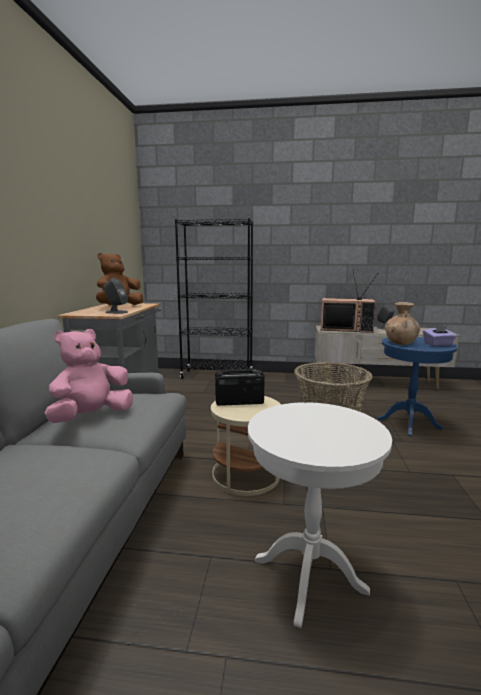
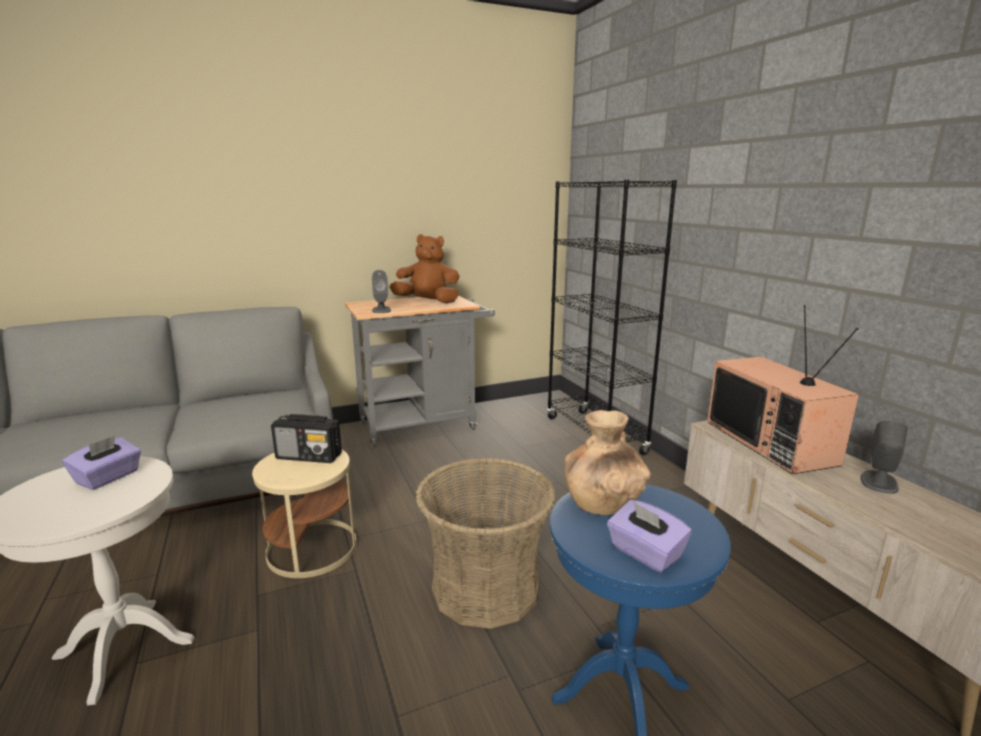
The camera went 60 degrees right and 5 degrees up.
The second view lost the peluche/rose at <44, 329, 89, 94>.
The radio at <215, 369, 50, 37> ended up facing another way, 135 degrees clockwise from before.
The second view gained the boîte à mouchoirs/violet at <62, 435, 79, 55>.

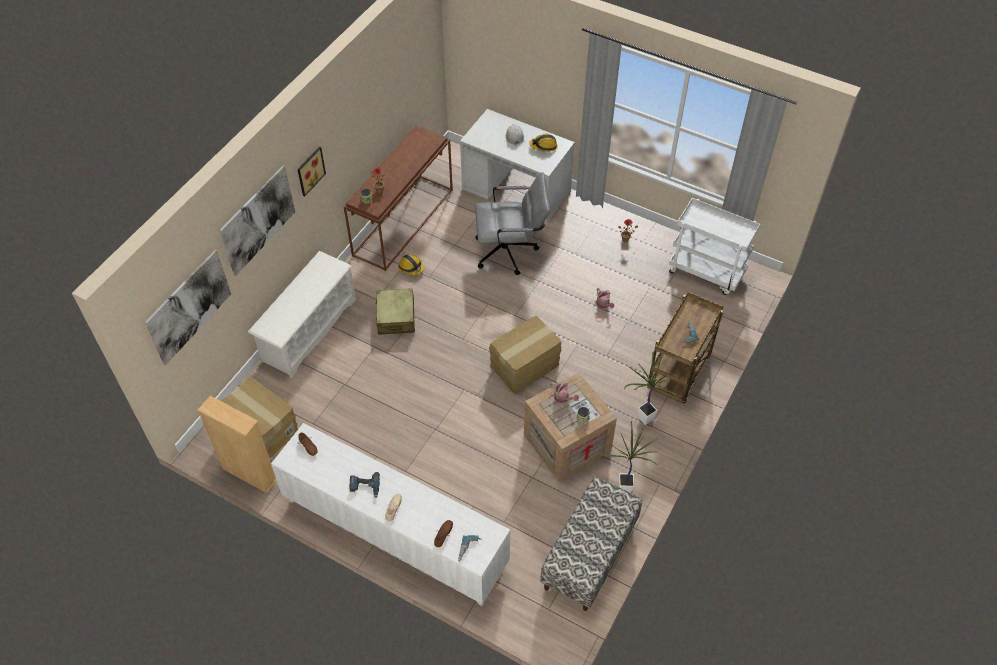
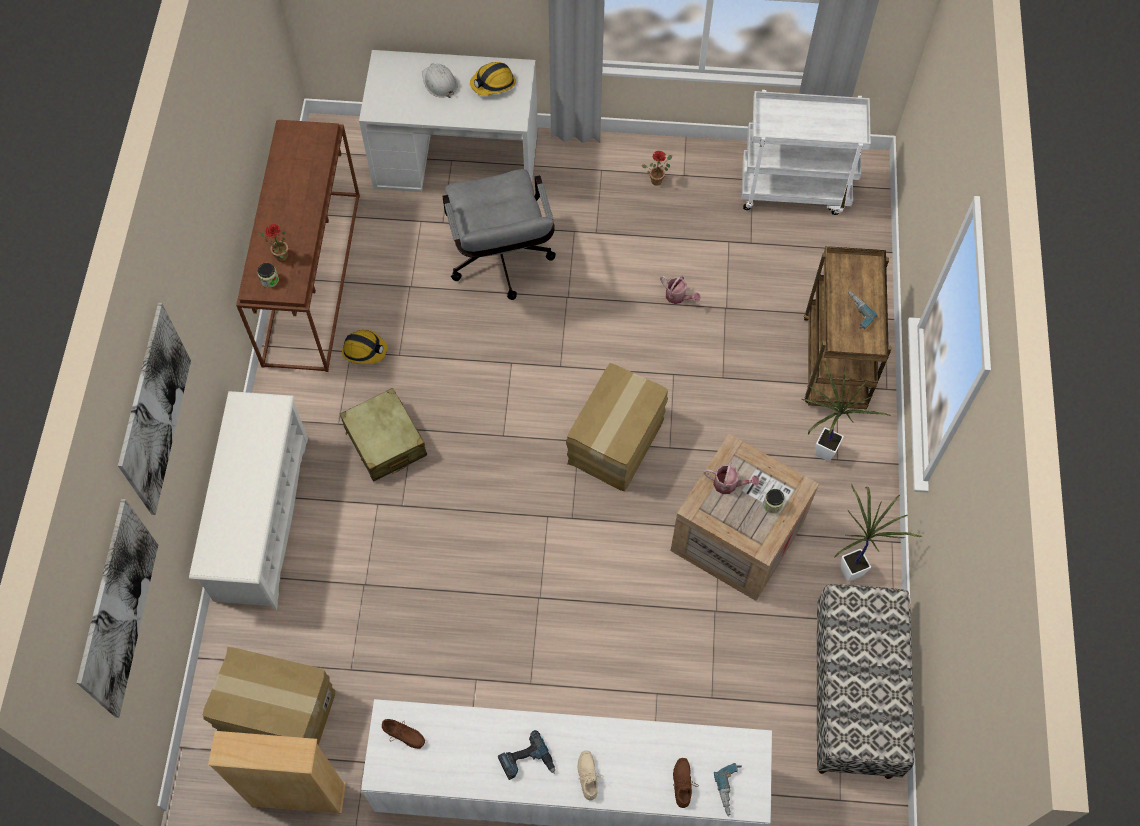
The camera went 25 degrees left and 10 degrees up.
The second view lost the tableau at <297, 147, 29, 49>.
The chaise de bureau/gris at <475, 172, 75, 103> ended up facing another way, 105 degrees clockwise from before.

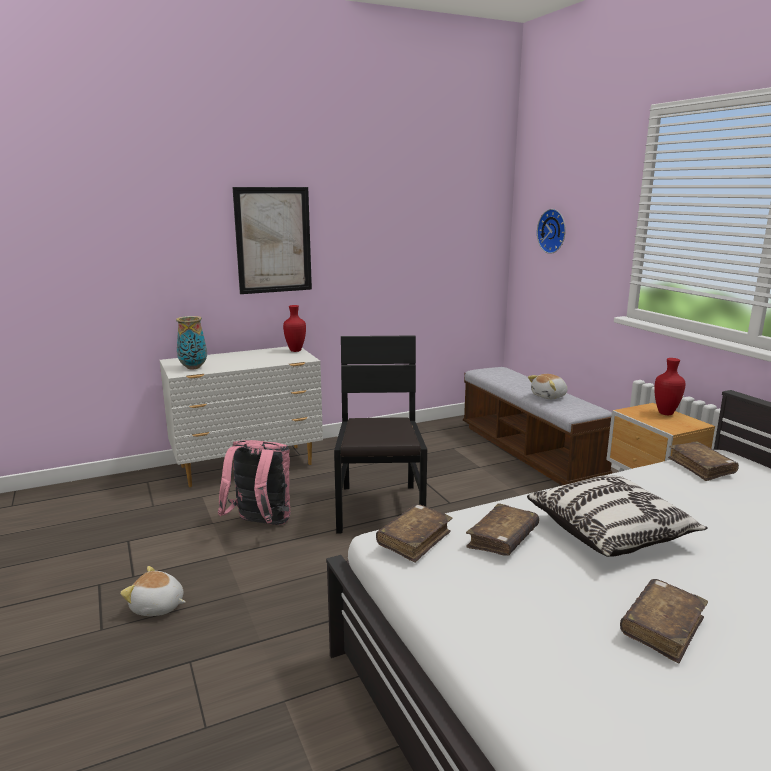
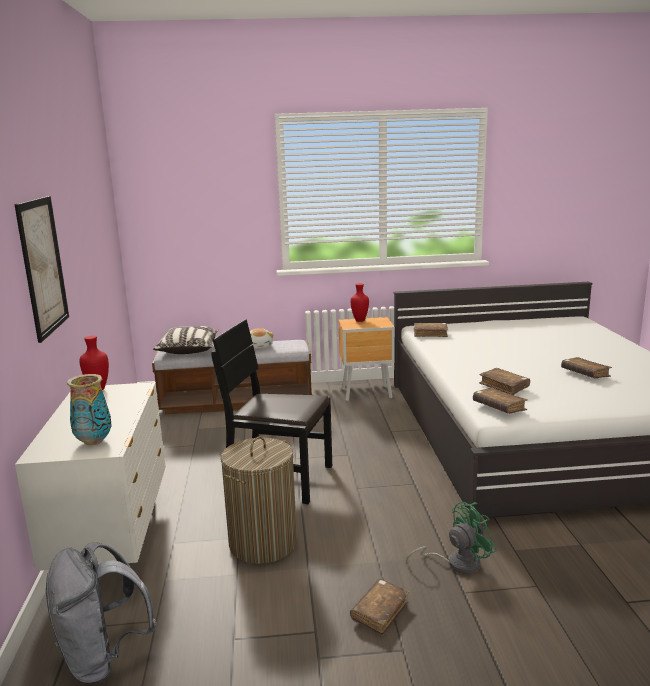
The camera went 70 degrees left and 0 degrees up.
The second view lost the horloge murale at <537, 209, 29, 45>.
Where the sac à dos/rose stood at <218, 440, 73, 85>, the panier à linge came to stand at <221, 436, 76, 128>.
The coussin ended up elsewhere, having gone from <527, 475, 181, 82> to <153, 326, 66, 28>.
Where the peluche stood at <120, 566, 66, 50>, the livre/marron came to stand at <350, 579, 59, 57>.
The second view gained the ventilateur/vert at <406, 502, 91, 72>.
The second view gained the sac à dos/gris at <45, 542, 112, 142>.

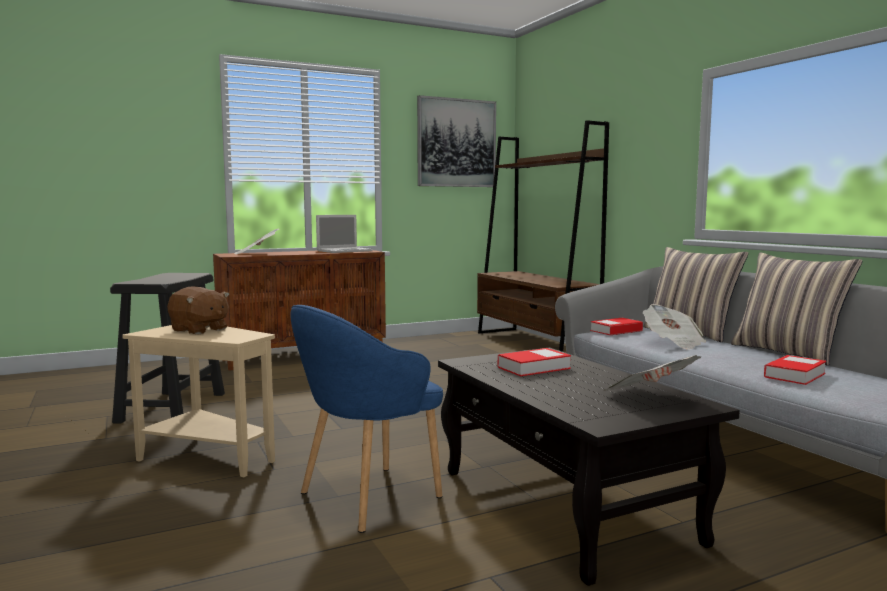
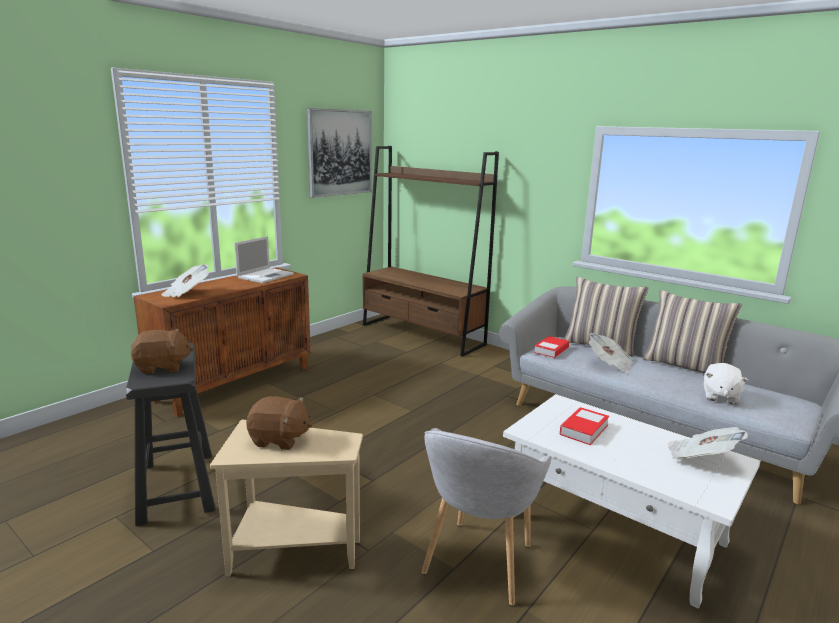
The camera went 25 degrees left and 10 degrees up.
What was the fauteuil/bleu at <290, 305, 153, 228> turned into the fauteuil/gris at <421, 428, 130, 179>.
What was the table basse/noir at <438, 348, 302, 238> turned into the table basse/blanc at <503, 394, 258, 214>.
Where the livre stood at <764, 355, 63, 30>, the peluche/blanc came to stand at <704, 363, 45, 42>.
The second view gained the peluche/marron at <131, 329, 63, 45>.

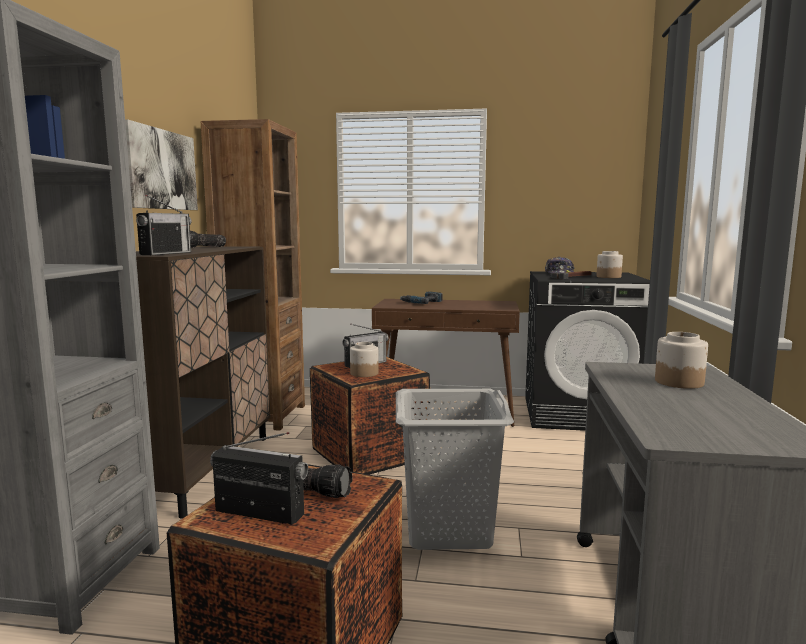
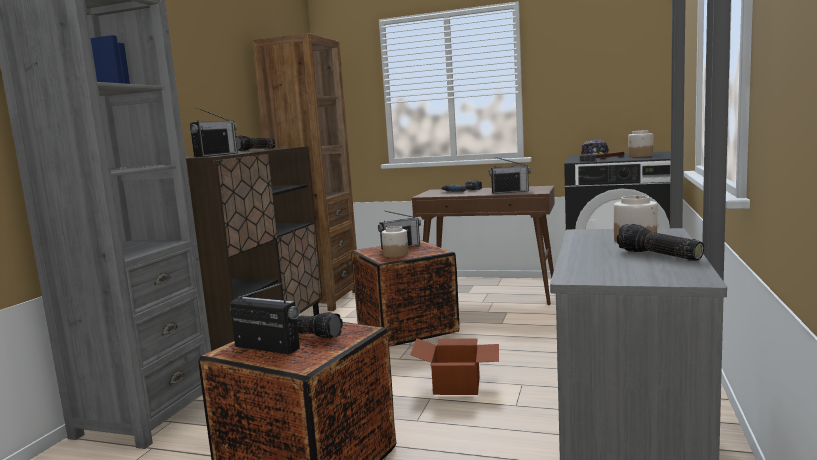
The camera went 10 degrees right and 0 degrees up.
The second view lost the tableau at <125, 119, 73, 91>.
Where the panier à linge/gris stood at <396, 389, 118, 161>, the carton came to stand at <410, 338, 89, 57>.
The second view gained the radio at <489, 157, 42, 37>.
The second view gained the lampe de poche at <616, 224, 88, 37>.

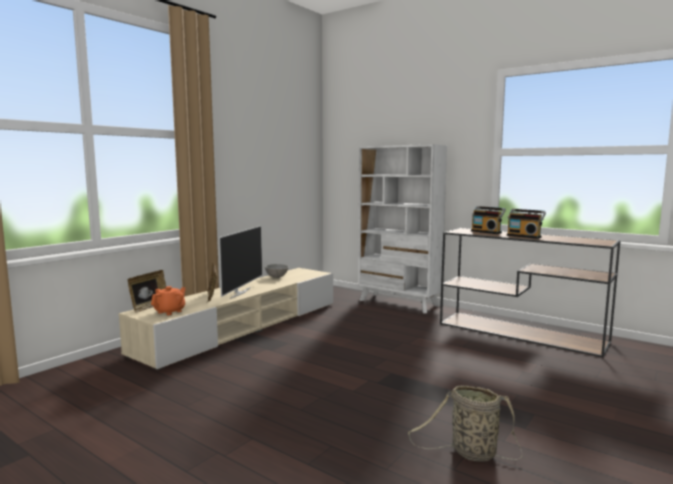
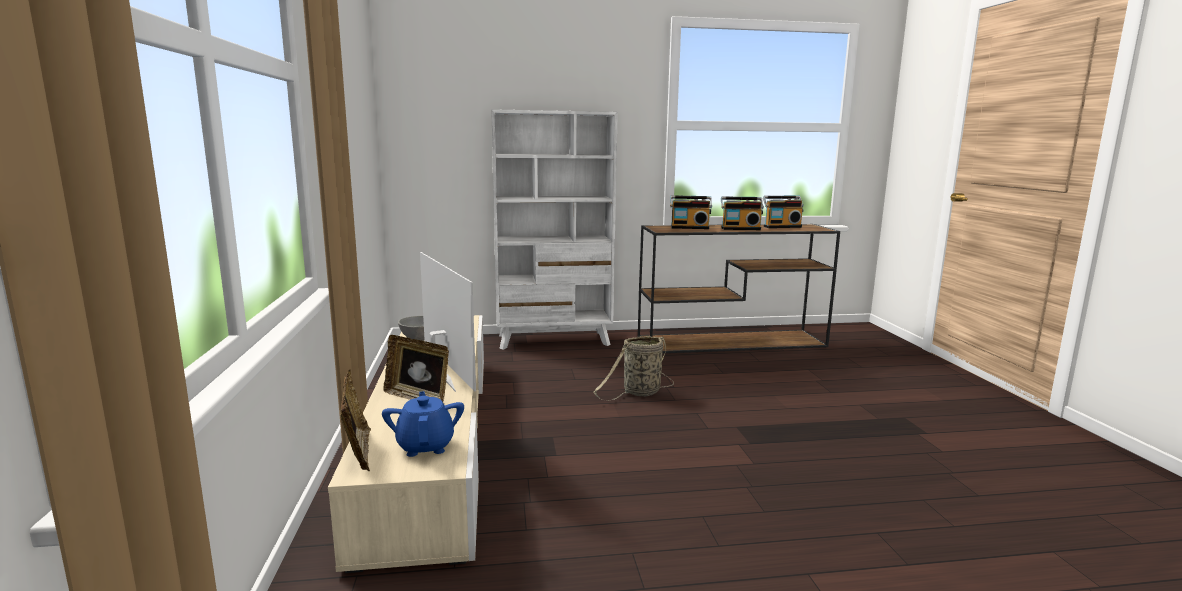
The camera went 45 degrees left and 5 degrees up.
What was the théière/orange at <151, 286, 35, 29> turned into the théière/bleu at <382, 391, 82, 66>.
The panier ended up elsewhere, having gone from <408, 385, 114, 77> to <593, 336, 81, 65>.
The second view gained the radio at <763, 196, 41, 32>.

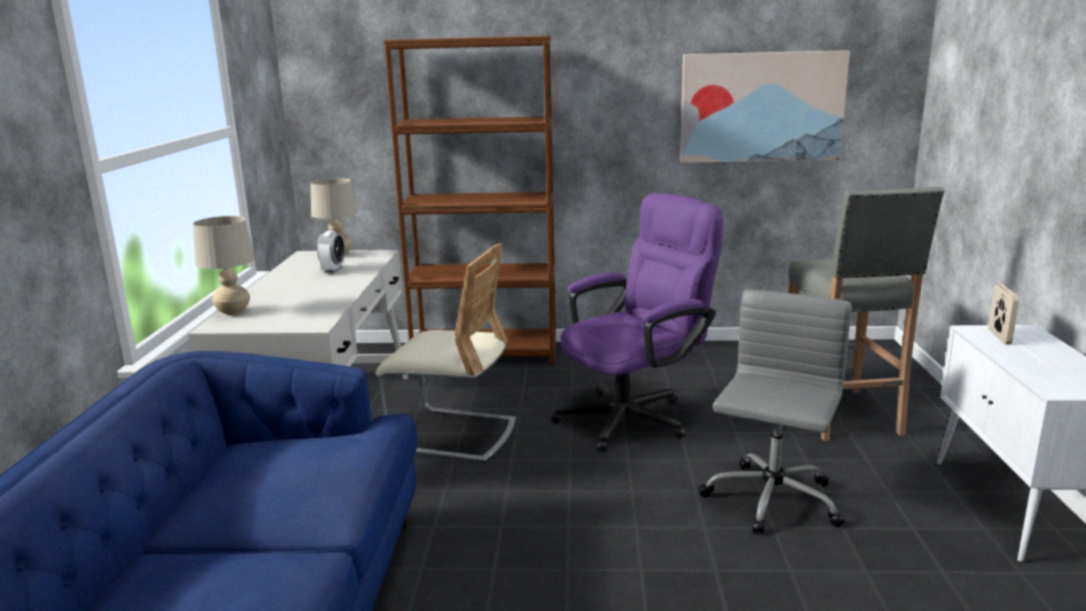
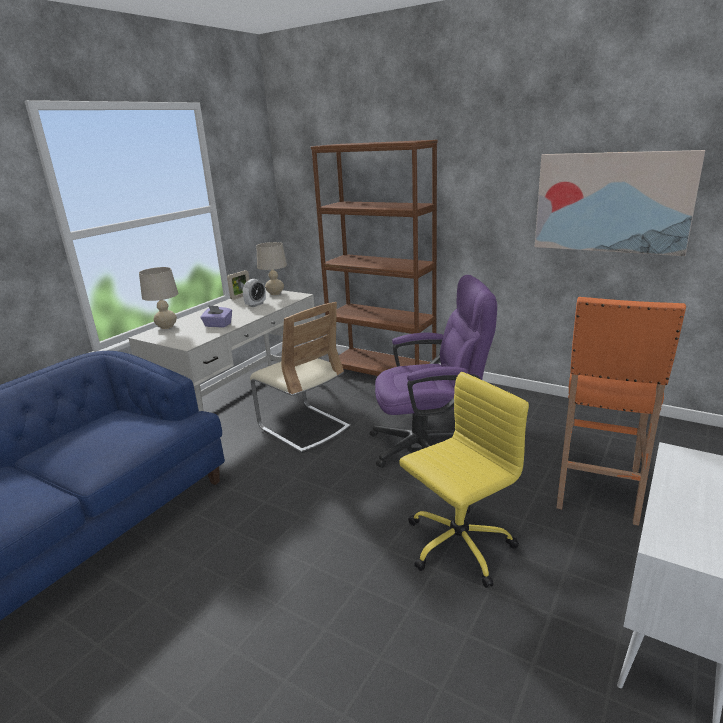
The camera went 30 degrees right and 5 degrees up.
What was the tabouret/gris at <789, 187, 155, 254> turned into the tabouret/orange at <556, 297, 130, 229>.
The cadre photo ended up elsewhere, having gone from <988, 284, 31, 60> to <227, 270, 22, 30>.
What was the chaise de bureau/gris at <699, 289, 153, 245> turned into the chaise de bureau/jaune at <399, 372, 130, 216>.
The second view gained the boîte à mouchoirs/violet at <200, 305, 32, 22>.

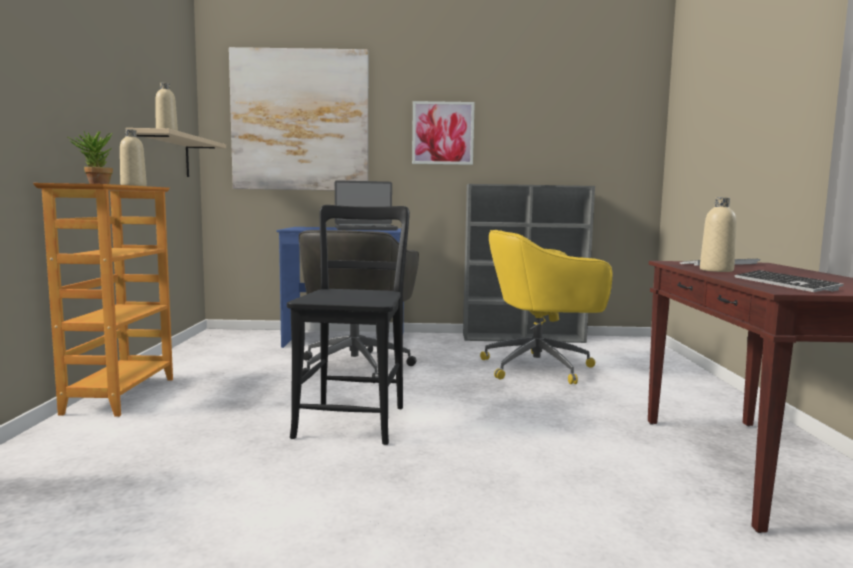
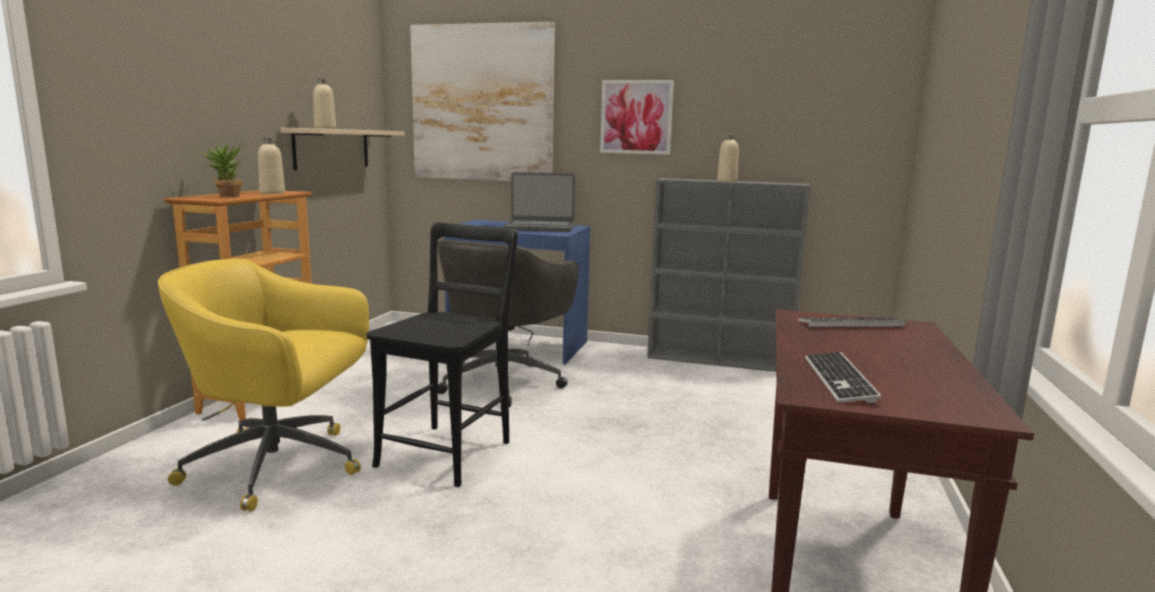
The camera went 15 degrees right and 5 degrees up.
The bouteille/beige ended up elsewhere, having gone from <700, 198, 37, 74> to <717, 134, 22, 48>.
The chaise de bureau/jaune ended up elsewhere, having gone from <480, 230, 132, 154> to <158, 258, 211, 253>.

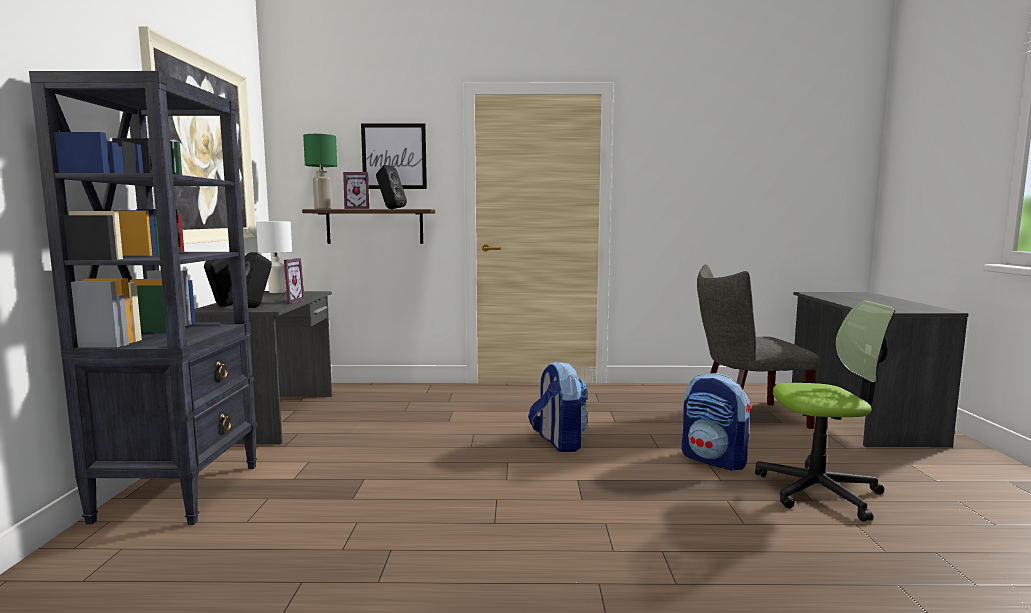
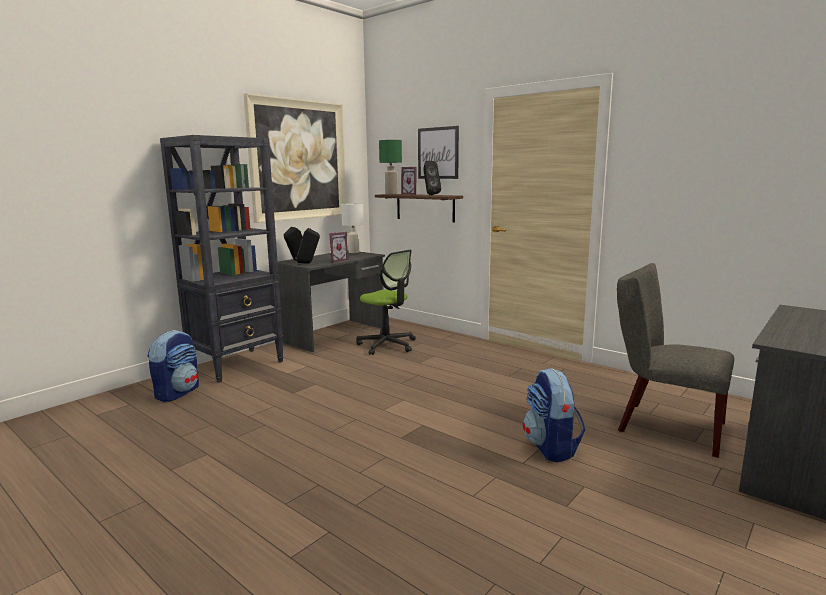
The camera went 40 degrees right and 5 degrees up.
The chaise de bureau ended up elsewhere, having gone from <755, 301, 140, 221> to <356, 250, 60, 105>.
The sac à dos ended up elsewhere, having gone from <528, 361, 60, 91> to <148, 330, 51, 72>.

